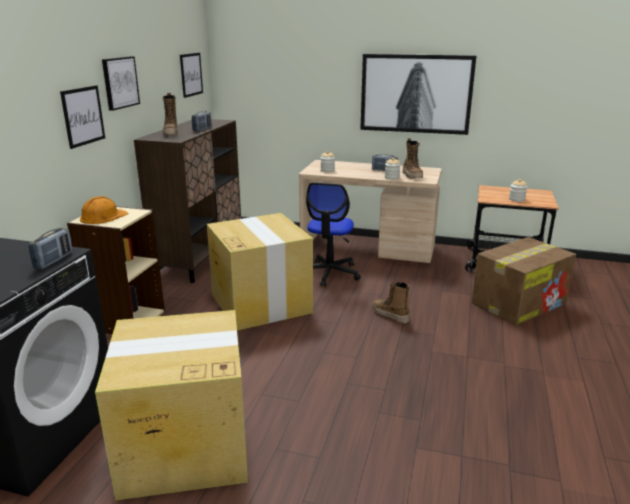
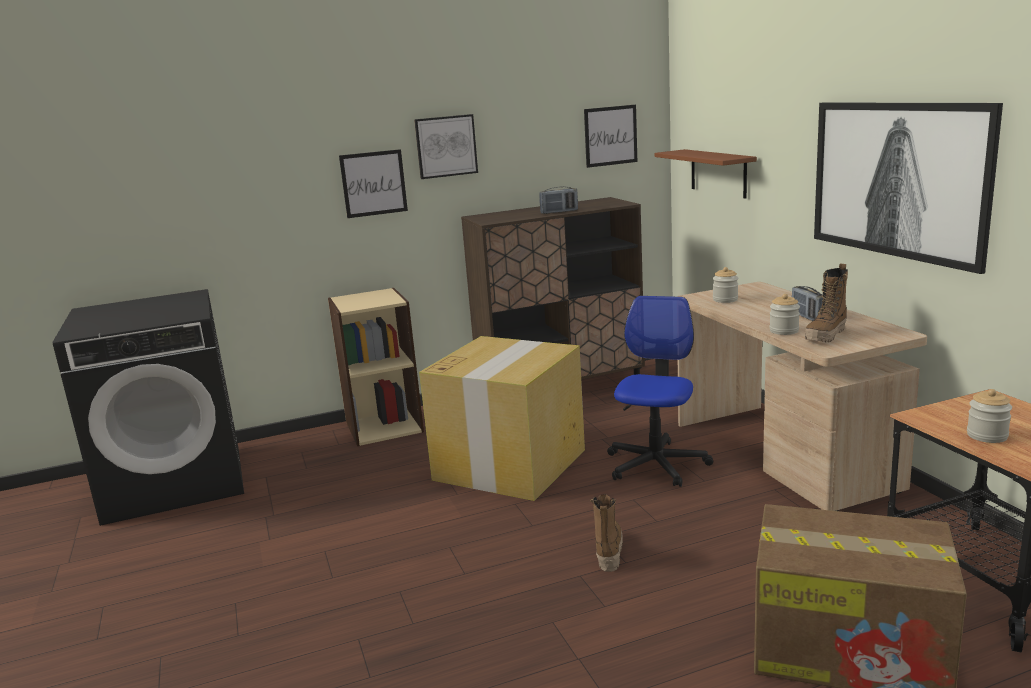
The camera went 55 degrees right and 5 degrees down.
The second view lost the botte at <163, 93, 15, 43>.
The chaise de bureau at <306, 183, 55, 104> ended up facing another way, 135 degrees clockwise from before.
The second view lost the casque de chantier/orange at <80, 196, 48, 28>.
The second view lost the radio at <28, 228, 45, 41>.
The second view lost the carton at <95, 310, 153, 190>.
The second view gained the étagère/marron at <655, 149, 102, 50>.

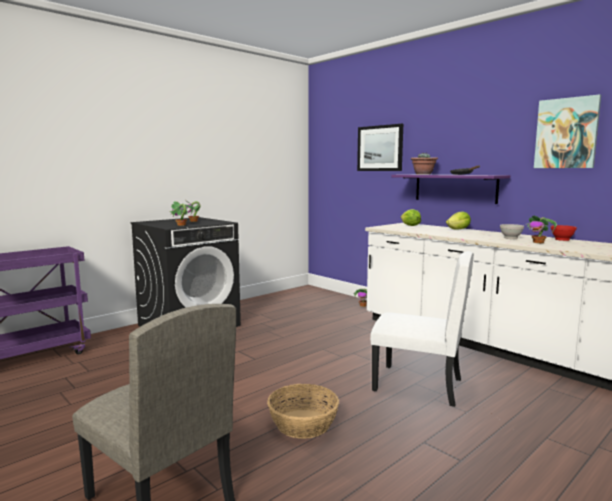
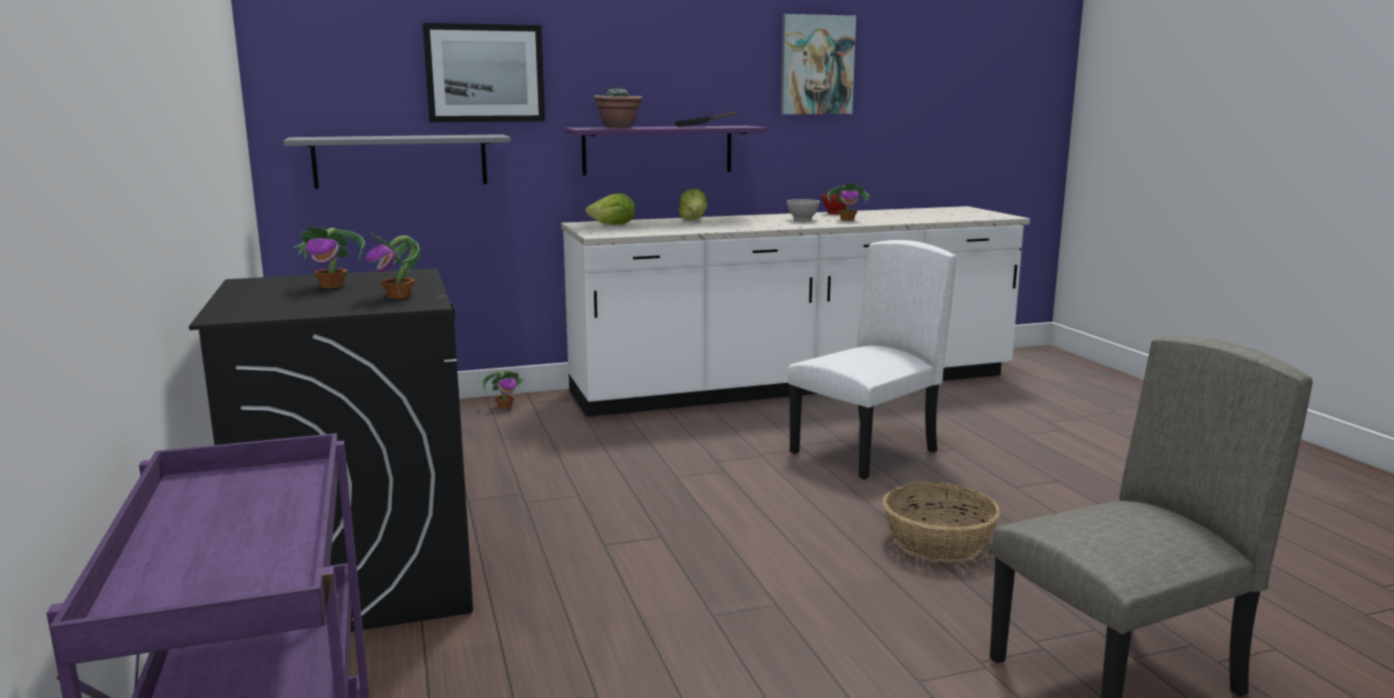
The camera went 65 degrees left and 5 degrees up.
The second view gained the étagère/gris at <283, 134, 228, 55>.

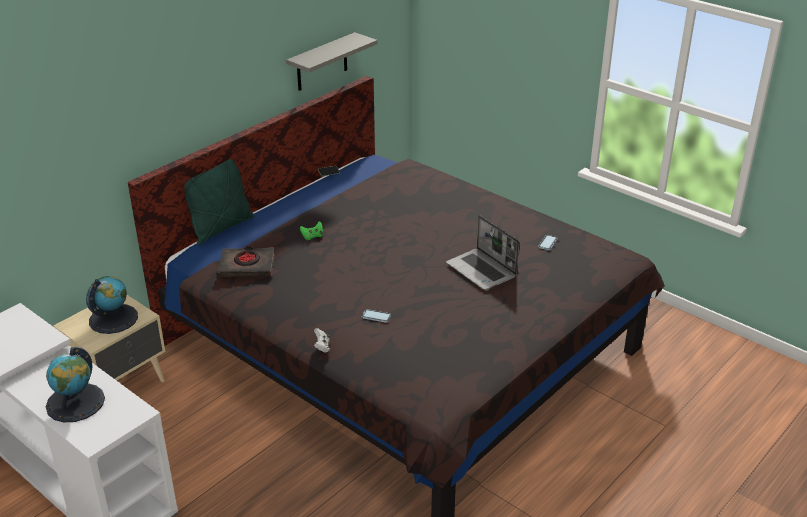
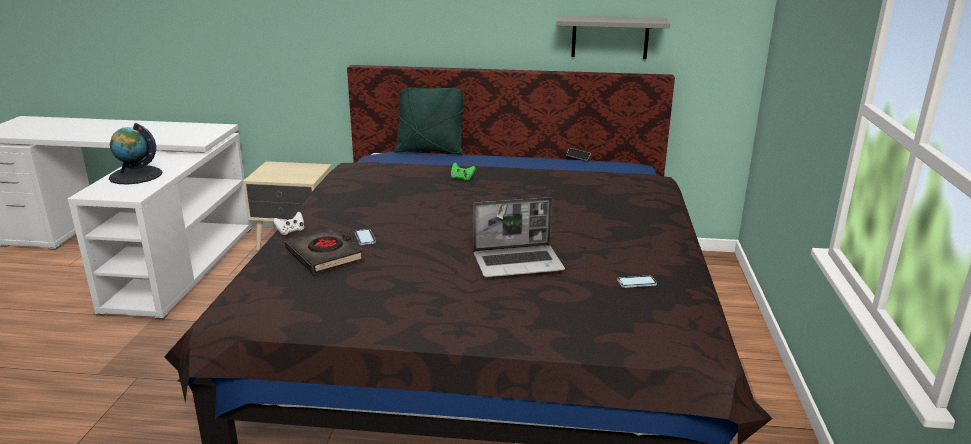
The camera went 55 degrees right and 10 degrees down.
The ordinateur portable at <446, 215, 73, 75> ended up facing another way, 120 degrees counterclockwise from before.
The livre/noir ended up elsewhere, having gone from <217, 246, 57, 31> to <285, 228, 79, 46>.
The second view lost the globe at <86, 276, 52, 58>.

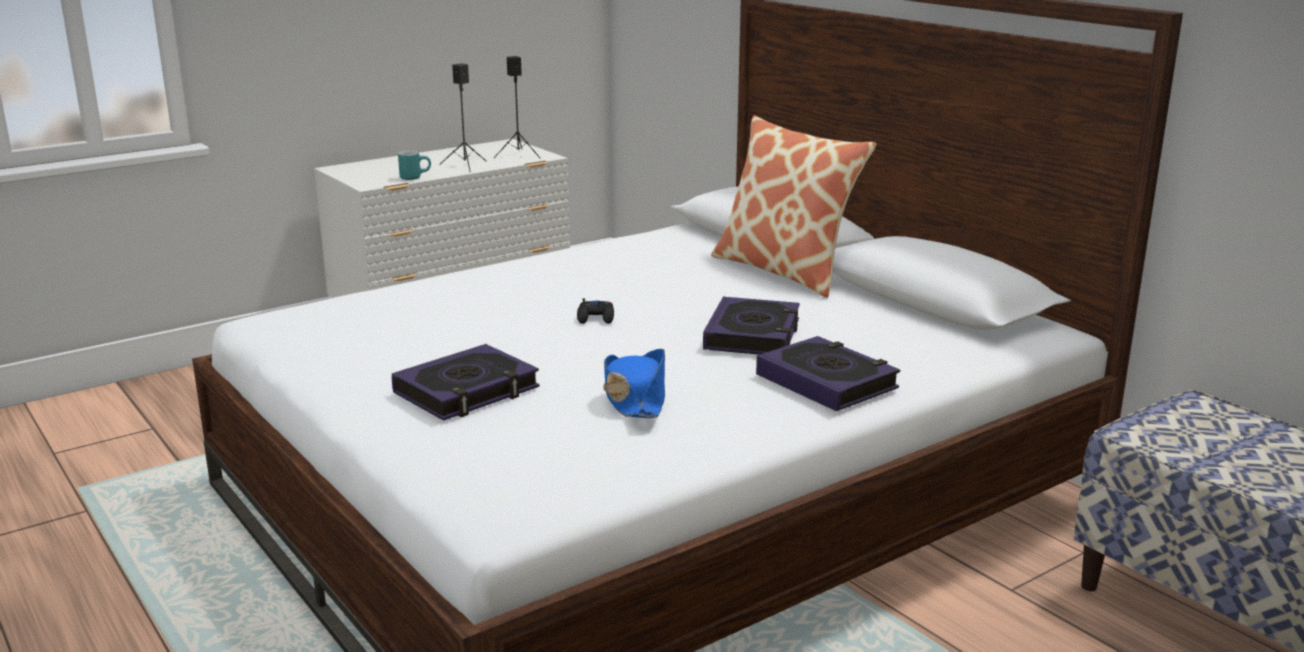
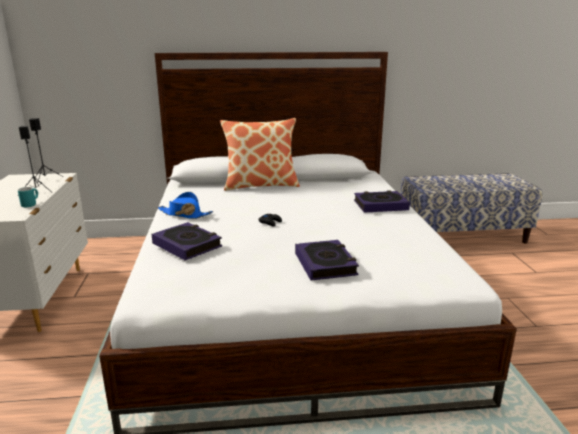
The camera went 60 degrees left and 0 degrees up.
The livre ended up elsewhere, having gone from <703, 297, 97, 58> to <152, 222, 70, 38>.
The chapeau/bleu ended up elsewhere, having gone from <603, 349, 62, 69> to <158, 192, 55, 27>.

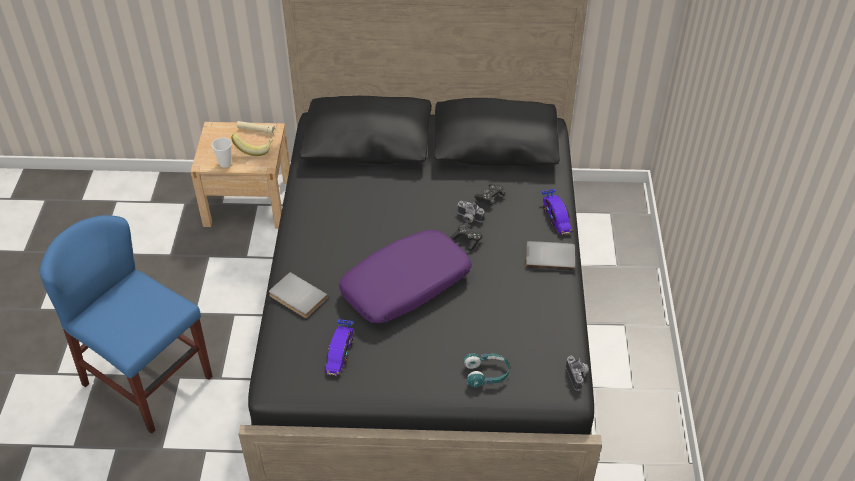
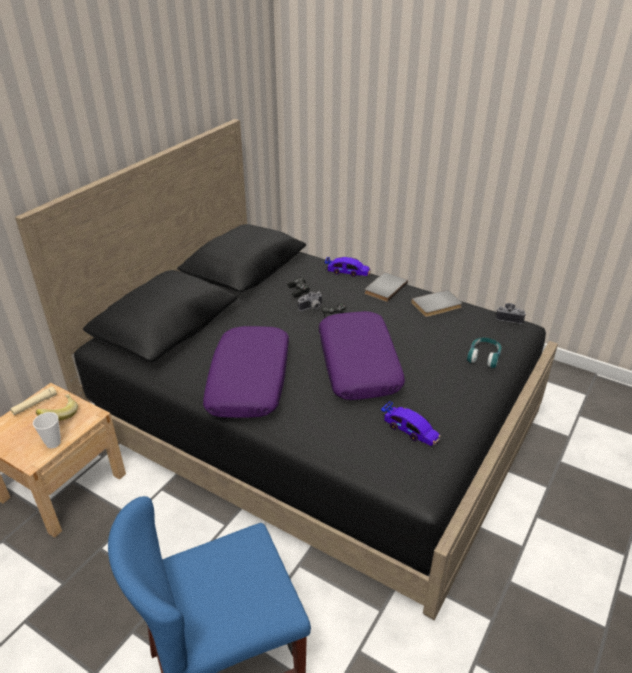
The camera went 60 degrees left and 10 degrees down.
The livre/gris ended up elsewhere, having gone from <269, 272, 59, 46> to <411, 290, 51, 27>.
The second view gained the coussin/violet at <203, 326, 86, 92>.

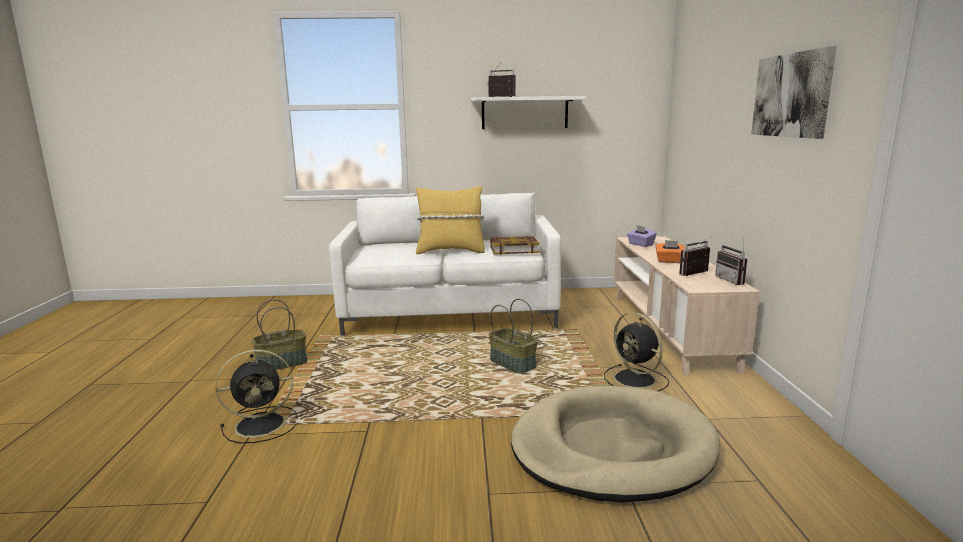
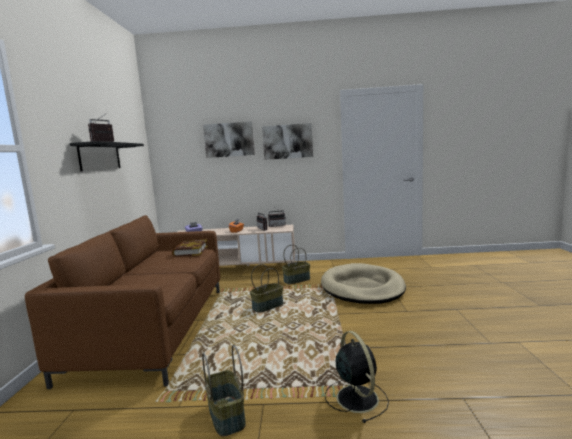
The camera went 85 degrees left and 5 degrees down.
What was the étagère/blanc at <470, 96, 116, 33> turned into the étagère/noir at <70, 141, 74, 30>.
The second view lost the coussin/jaune at <416, 186, 69, 68>.
What was the canapé/blanc at <329, 192, 232, 143> turned into the canapé/marron at <25, 215, 195, 174>.
Where the ventilateur/noir stood at <604, 312, 65, 79>, the panier came to stand at <282, 245, 28, 39>.
The second view gained the tableau at <203, 121, 52, 37>.

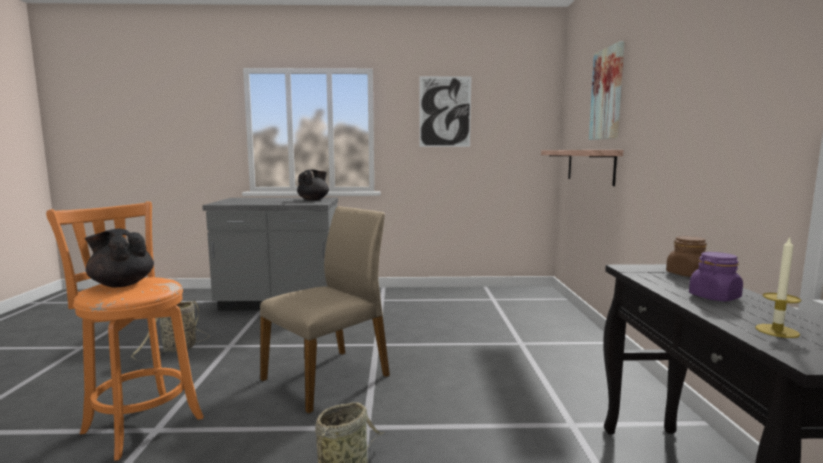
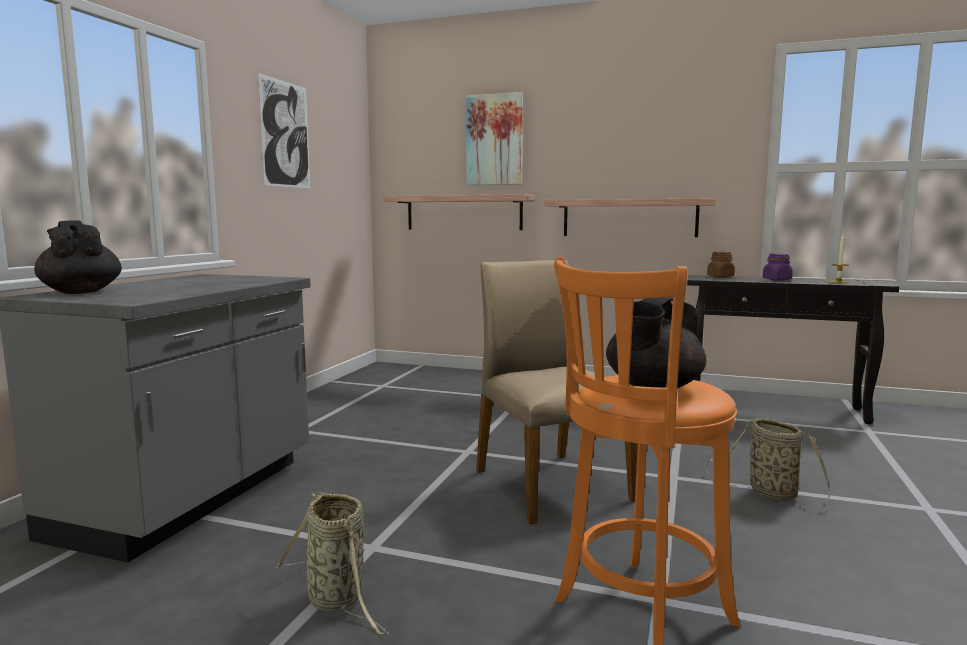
The camera went 70 degrees left and 0 degrees up.
The théière/noir ended up elsewhere, having gone from <297, 170, 32, 31> to <34, 220, 88, 74>.
The second view gained the étagère at <544, 198, 172, 39>.

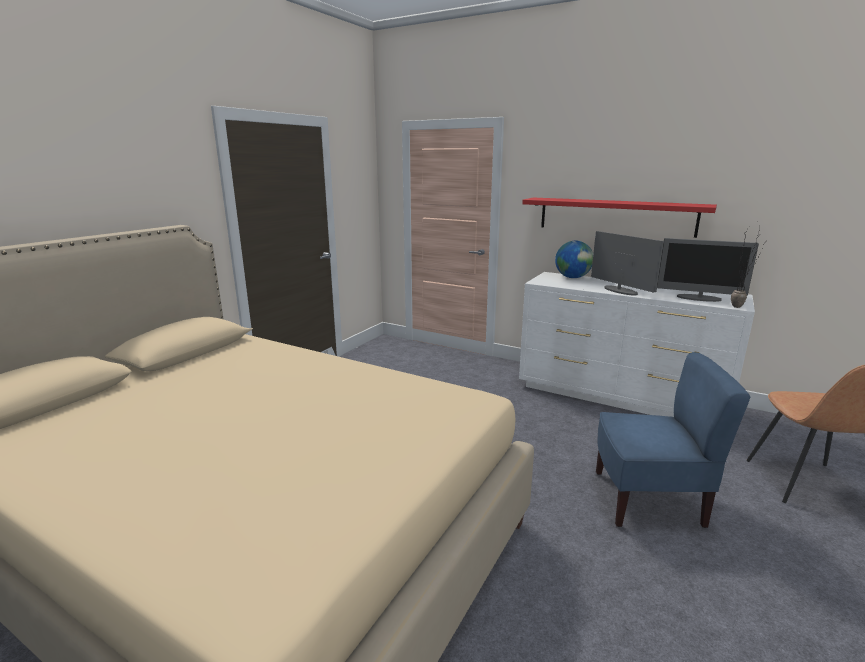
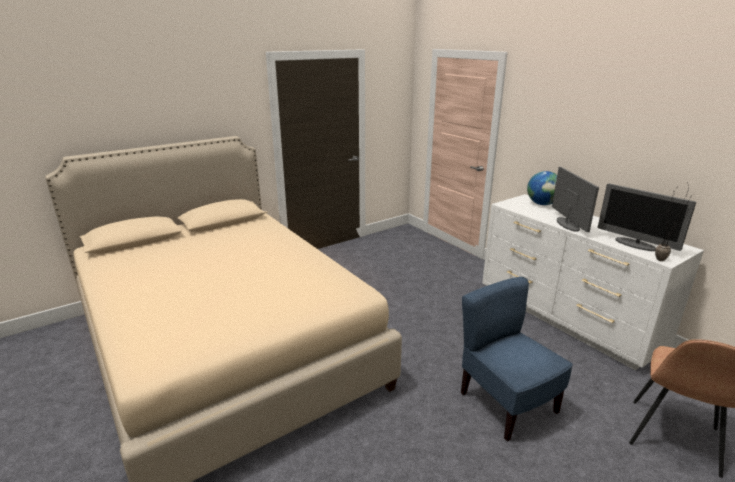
The camera went 25 degrees right and 5 degrees up.
The second view lost the étagère/rouge at <522, 197, 195, 41>.
The chaise/bleu at <596, 352, 154, 176> ended up facing another way, 150 degrees counterclockwise from before.

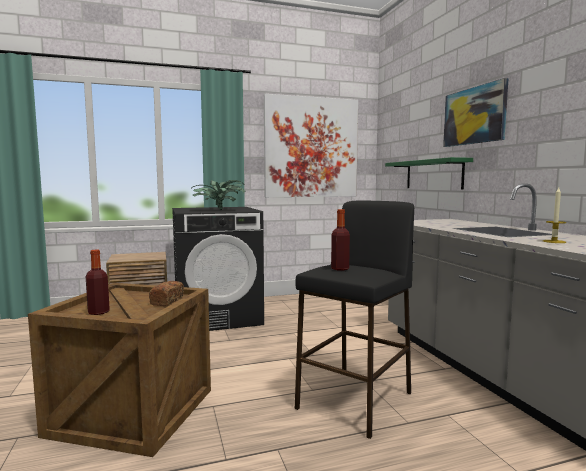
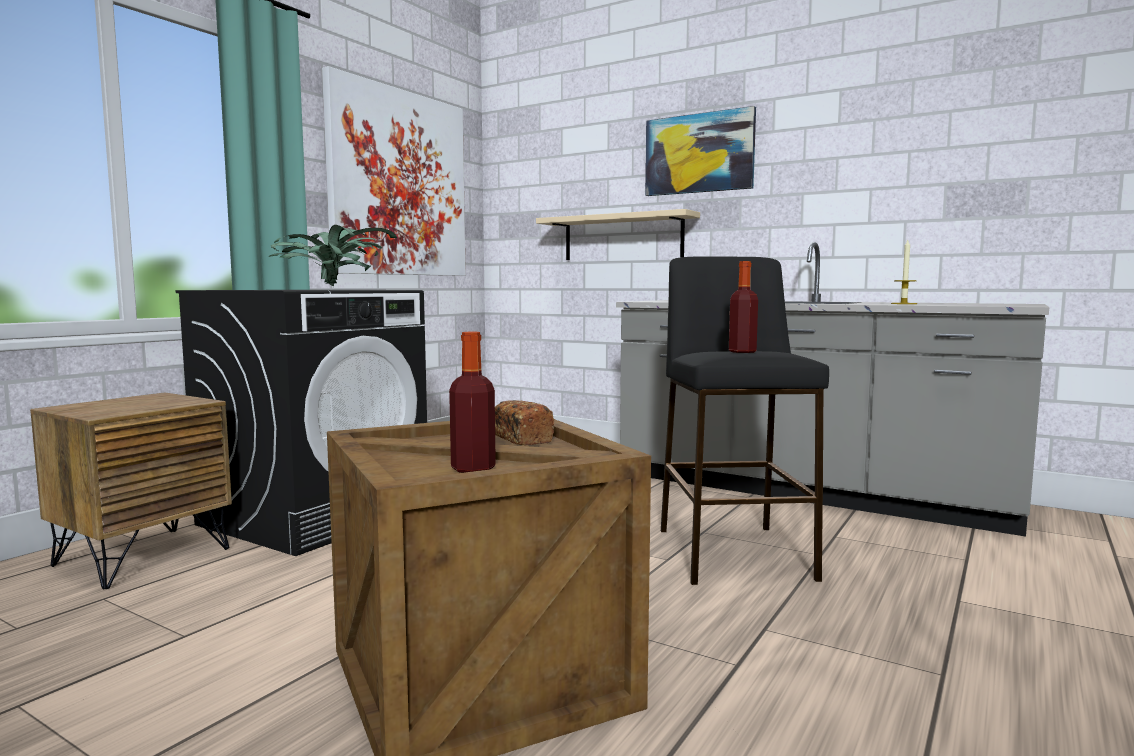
The camera went 40 degrees left and 0 degrees up.
What was the étagère/vert at <385, 157, 88, 33> turned into the étagère/beige at <536, 209, 164, 51>.

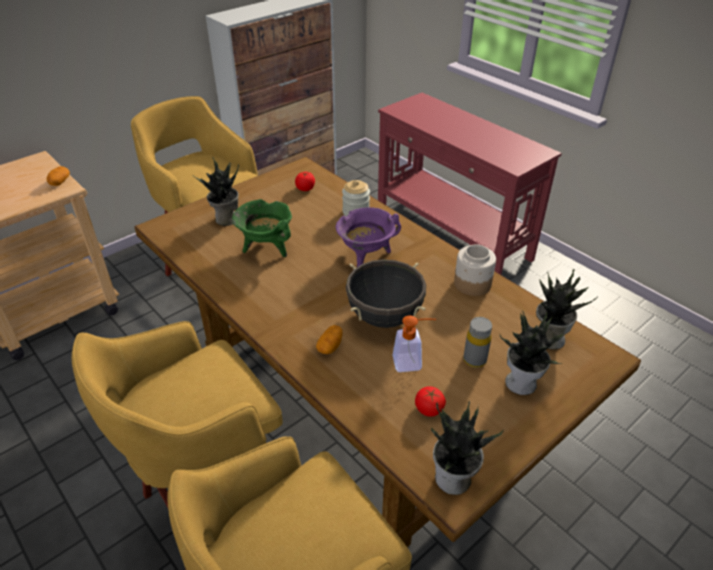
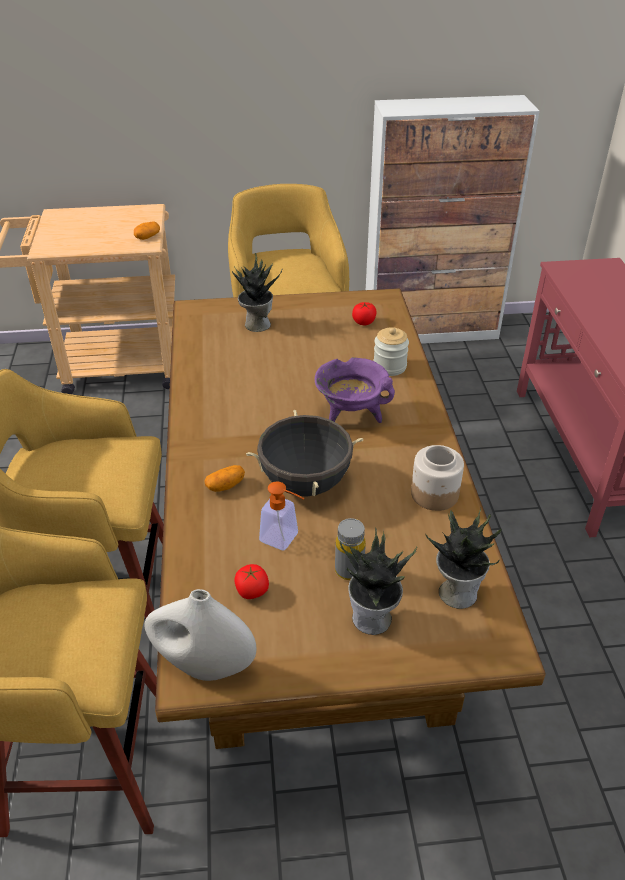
The camera went 35 degrees right and 0 degrees up.
The second view lost the marmite/vert at <232, 199, 60, 58>.
Where the plante en pot stood at <431, 401, 73, 94>, the vase/blanc came to stand at <144, 589, 112, 92>.

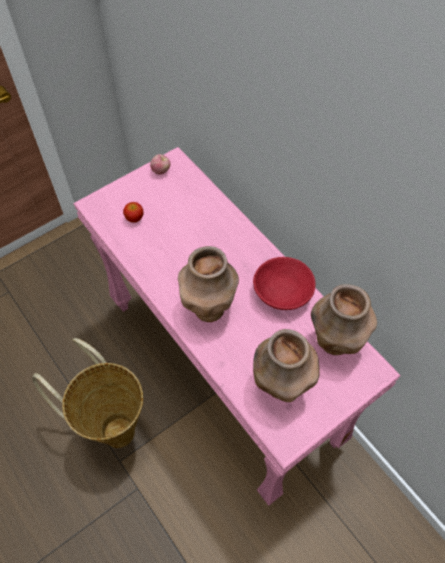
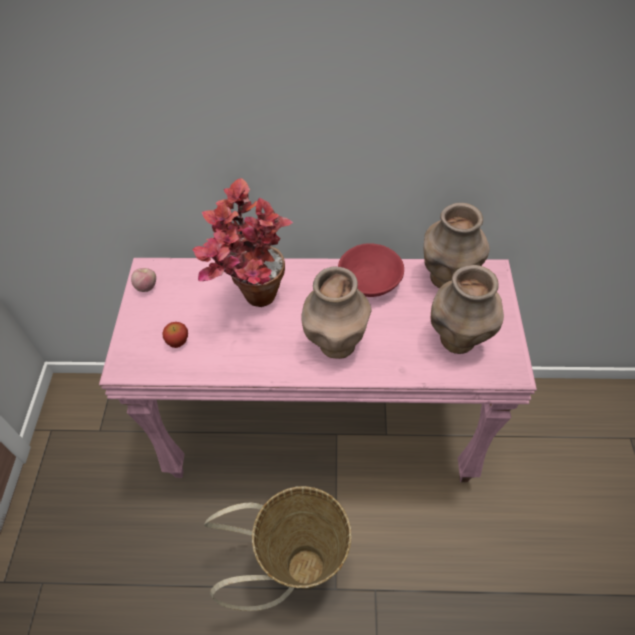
The camera went 50 degrees left and 5 degrees down.
The second view gained the plante en pot at <192, 178, 101, 129>.

